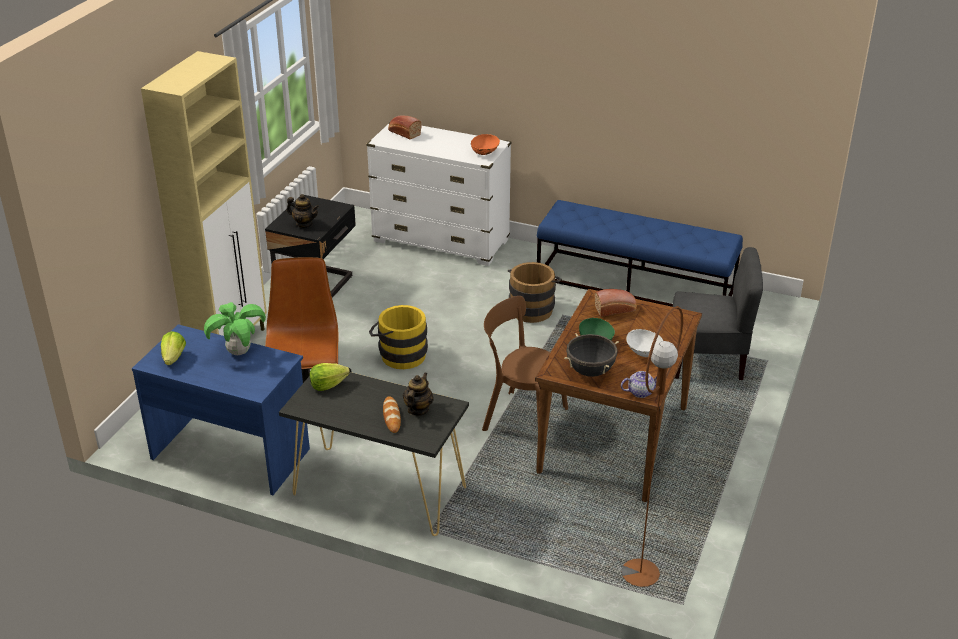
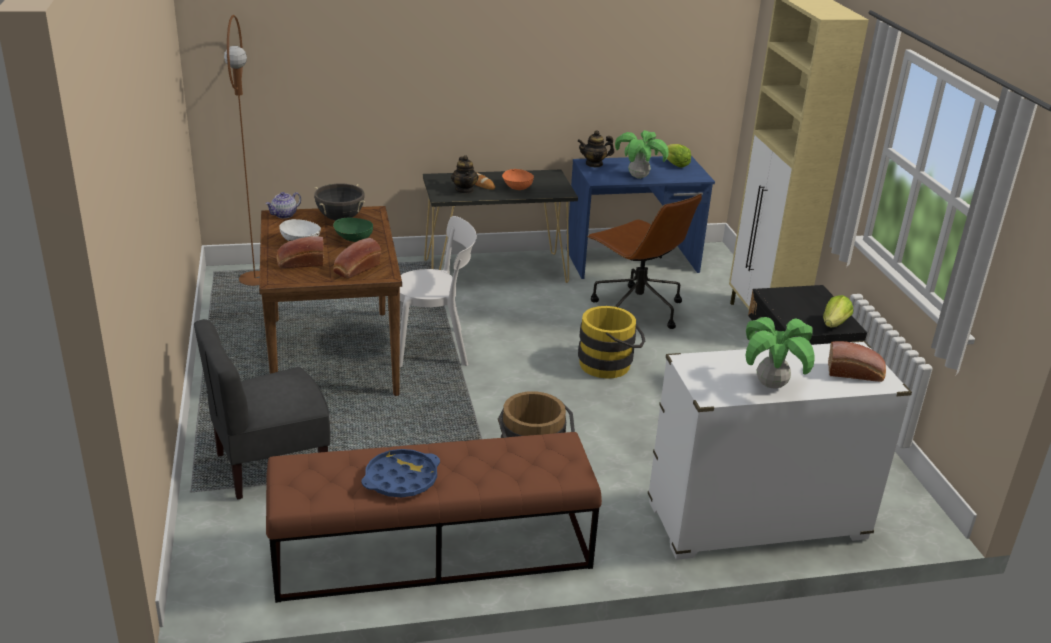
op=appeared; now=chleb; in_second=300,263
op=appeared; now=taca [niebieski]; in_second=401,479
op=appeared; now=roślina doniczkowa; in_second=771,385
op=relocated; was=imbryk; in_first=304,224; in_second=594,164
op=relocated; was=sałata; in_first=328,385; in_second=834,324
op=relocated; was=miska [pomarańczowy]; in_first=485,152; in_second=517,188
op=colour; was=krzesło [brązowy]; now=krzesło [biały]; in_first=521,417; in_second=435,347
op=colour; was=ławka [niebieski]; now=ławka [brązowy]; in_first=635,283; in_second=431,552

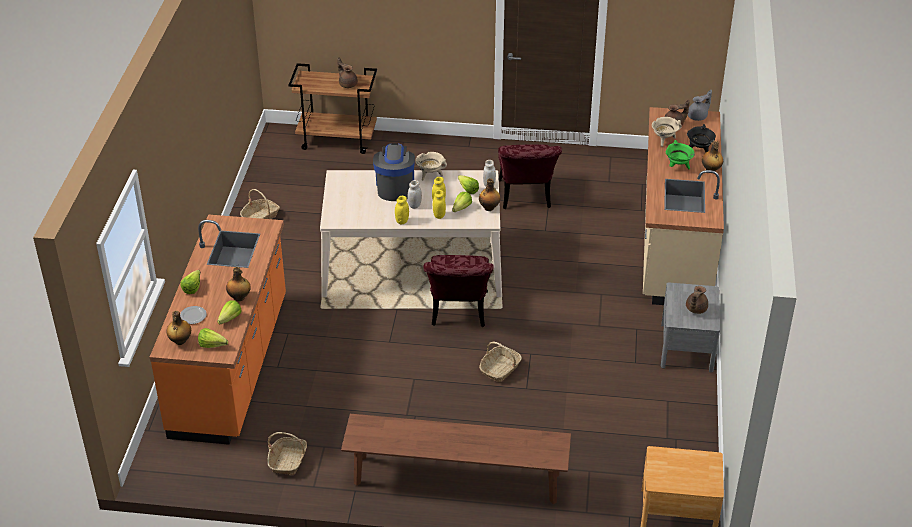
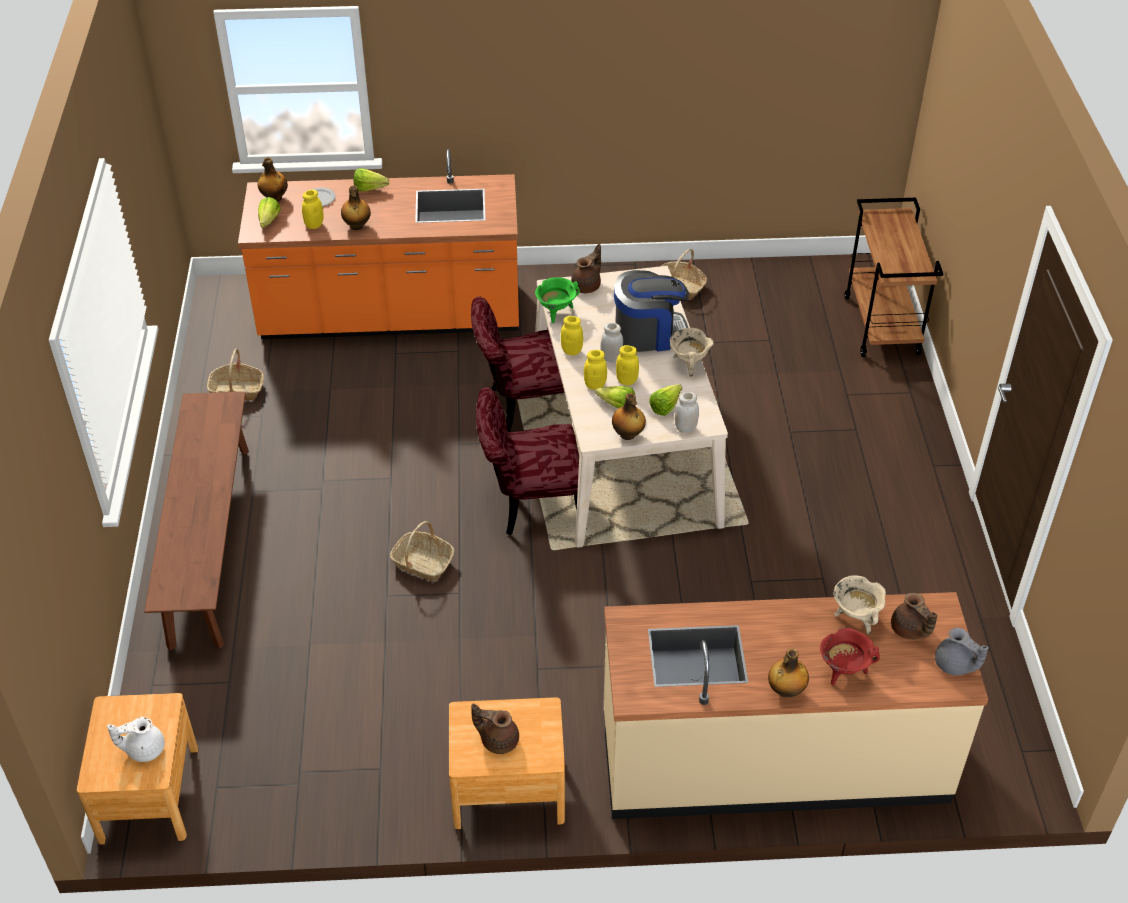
op=appeared; now=imbryk [biały]; in_second=144,749
op=relocated; was=imbryk [brązowy]; in_first=347,84; in_second=587,286
op=relocated; was=krzesło [czerwony]; in_first=525,198; in_second=523,408
op=relocated; was=garnek [zielony]; in_first=678,166; in_second=556,312
op=exchanged; was=sałata; now=słoik [żółty]; in_first=228,320; in_second=314,225
op=colour; was=szafka nocna [szary]; now=szafka nocna [brązowy]; in_first=686,347; in_second=508,789
op=colour; was=garnek [czarny]; now=garnek [czerwony]; in_first=699,150; in_second=843,671

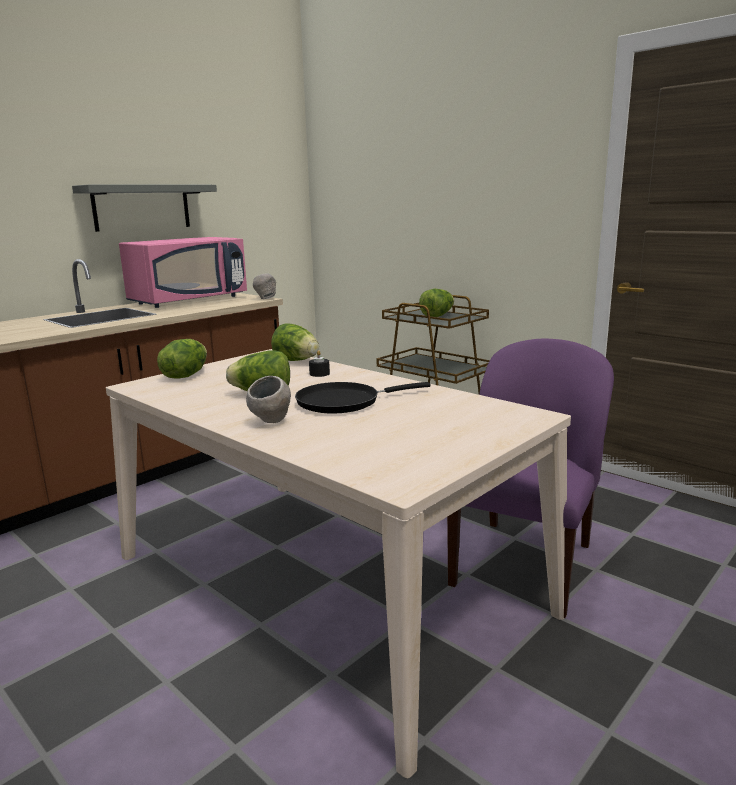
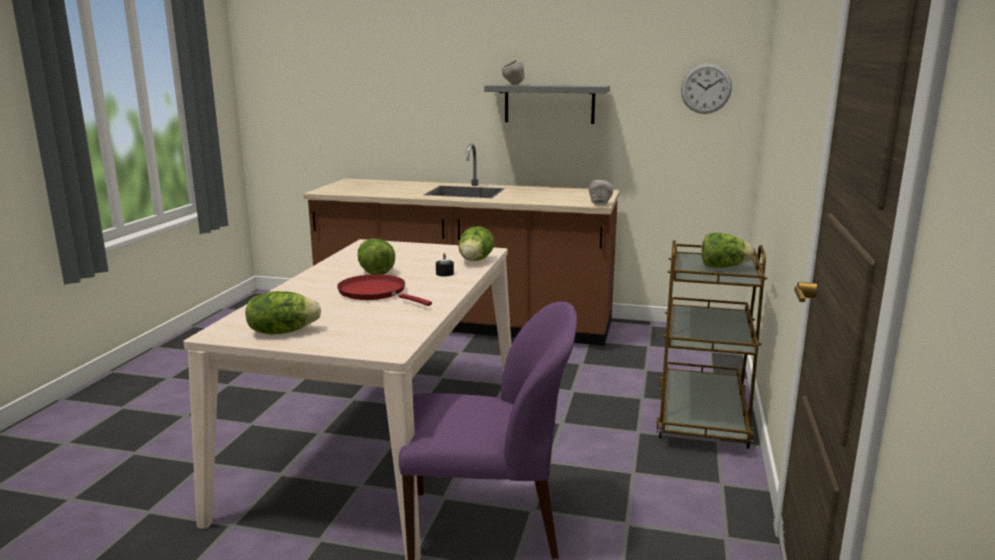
op=missing; was=mikrofalówka [różowy]; in_first=189,300
op=appeared; now=zegar ścienny; in_second=706,88
op=relocated; was=sałata; in_first=185,375; in_second=282,331
op=relocated; was=miska [szary]; in_first=270,422; in_second=513,84
op=colour; was=patelnia [czarny]; now=patelnia [czerwony]; in_first=343,402; in_second=376,293

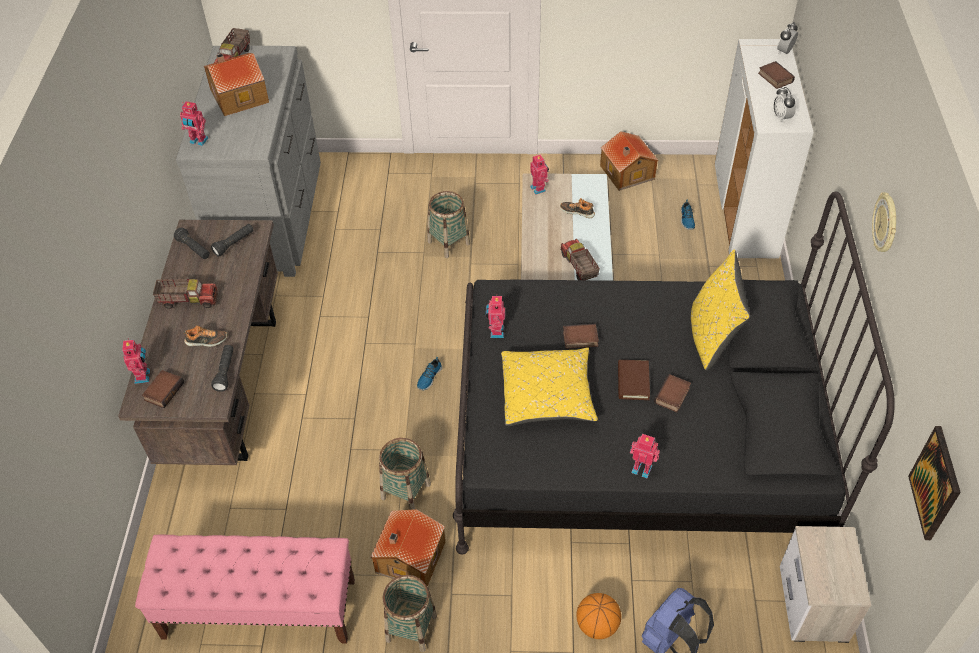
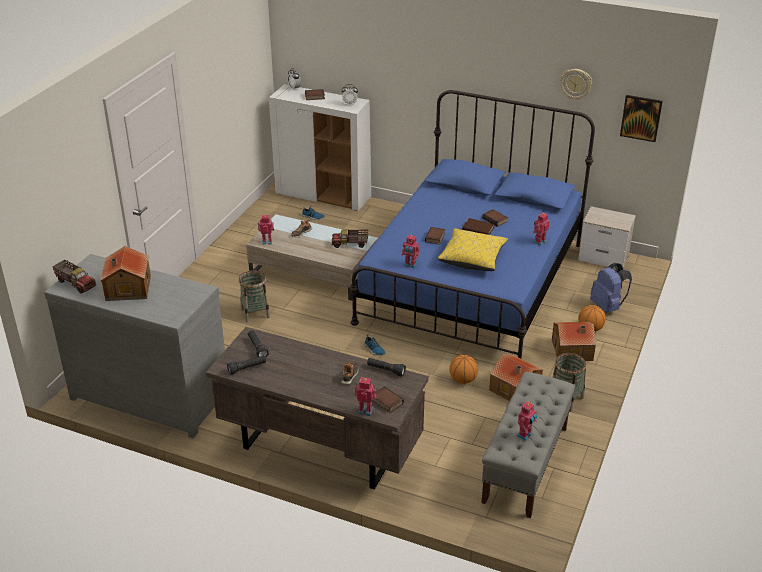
op=missing; was=ciężarówka zabawkowa; in_first=188,300
op=missing; was=poduszka [żółty]; in_first=711,336
op=relocated; was=robot zabawkowy; in_first=198,141; in_second=525,435
op=relocated; was=domek; in_first=626,173; in_second=573,350
op=relocated; was=zegar ścienny; in_first=886,224; in_second=576,84
op=exchanged; was=koszyk; now=piłka do koszykówki; in_first=405,491; in_second=463,380
op=colour; was=ławka [różowy]; now=ławka [szary]; in_first=259,609; in_second=525,464
op=colour; was=łóżko [czarny]; now=łóżko [niebieski]; in_first=635,440; in_second=472,282

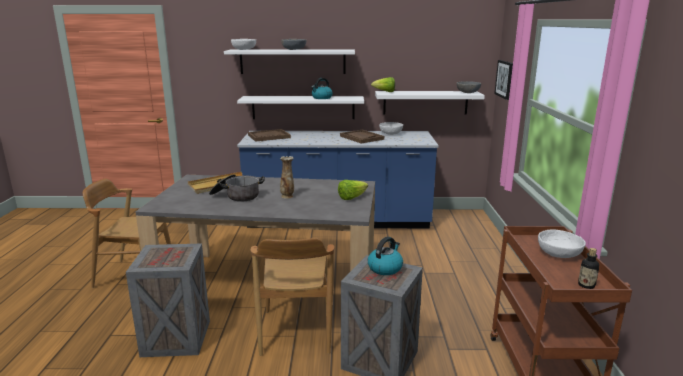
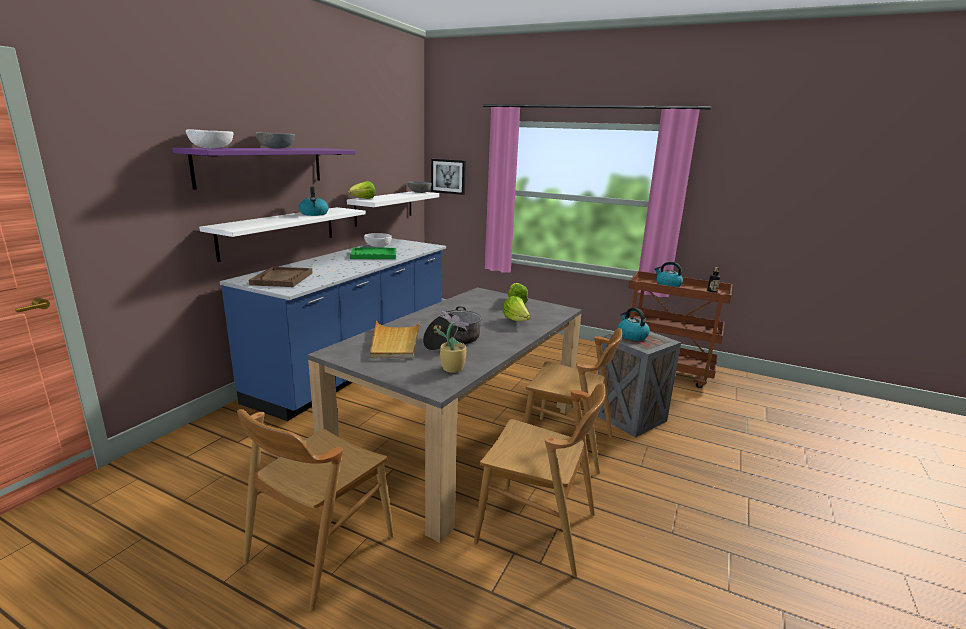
op=missing; was=wazon; in_first=287,196
op=appeared; now=roślina doniczkowa; in_second=452,368
op=appeared; now=sałata; in_second=516,321
op=exchanged; was=skrzynka; now=krzesło [brązowy]; in_first=175,339; in_second=537,528
op=exchanged; was=miska [biały]; now=czajnik; in_first=558,254; in_second=667,285
op=colour; was=półka [biały]; now=półka [fioletowy]; in_first=292,61; in_second=262,166
op=colour; was=taca [brązowy]; now=taca [zielony]; in_first=361,138; in_second=373,255

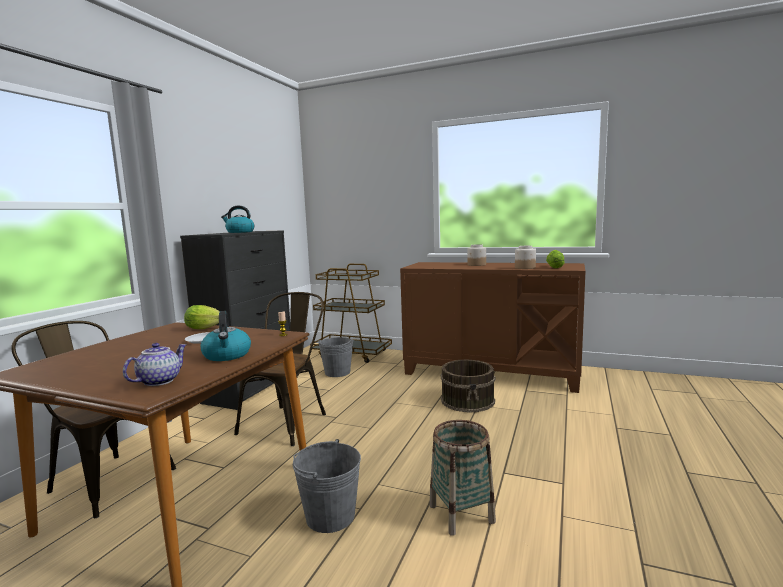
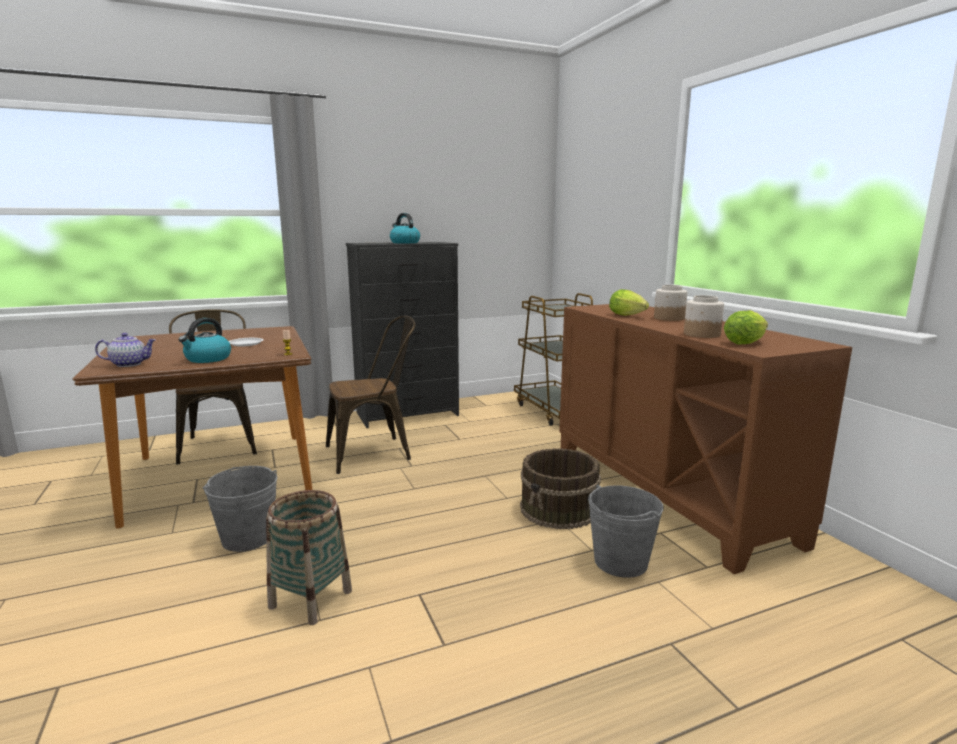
op=relocated; was=sałata; in_first=206,328; in_second=629,316
op=relocated; was=wiadro [szary]; in_first=337,372; in_second=620,561

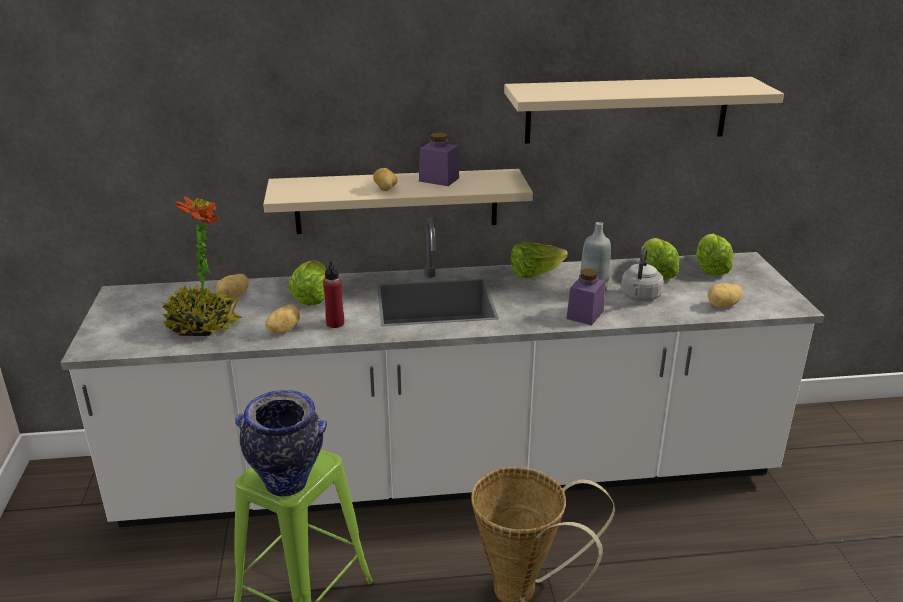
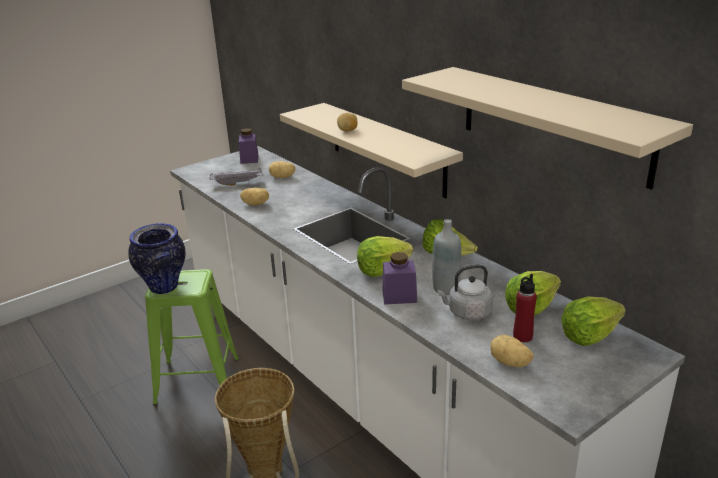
op=relocated; was=sałata; in_first=312,297; in_second=382,270
op=relocated; was=butelka [czerwony]; in_first=335,323; in_second=522,336
op=relocated; was=słoik [fioletowy]; in_first=439,179; in_second=249,159
op=exchanged; was=roślina doniczkowa; now=taca [szary]; in_first=202,326; in_second=238,183

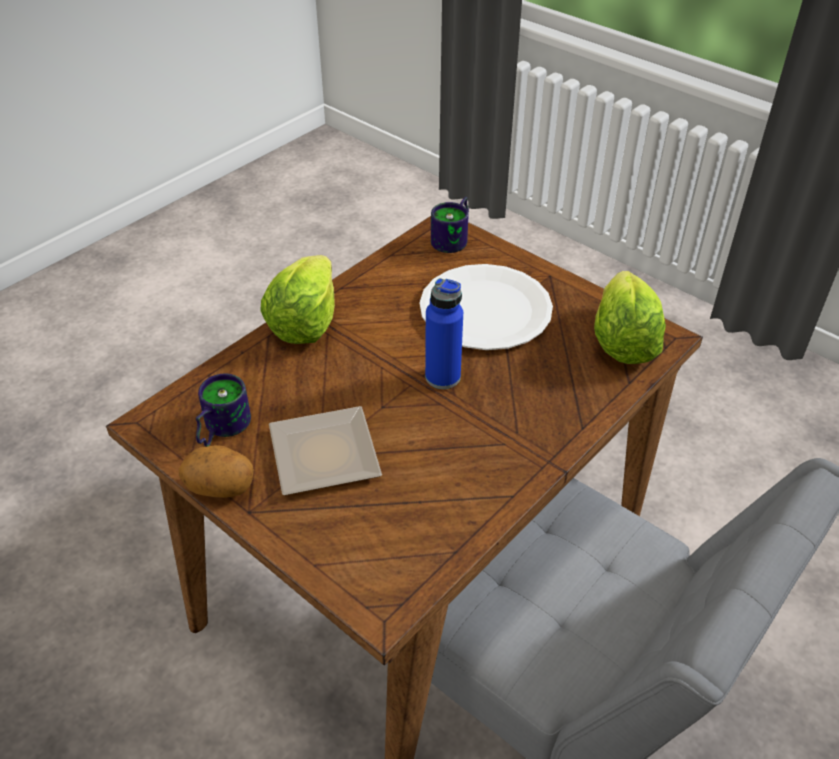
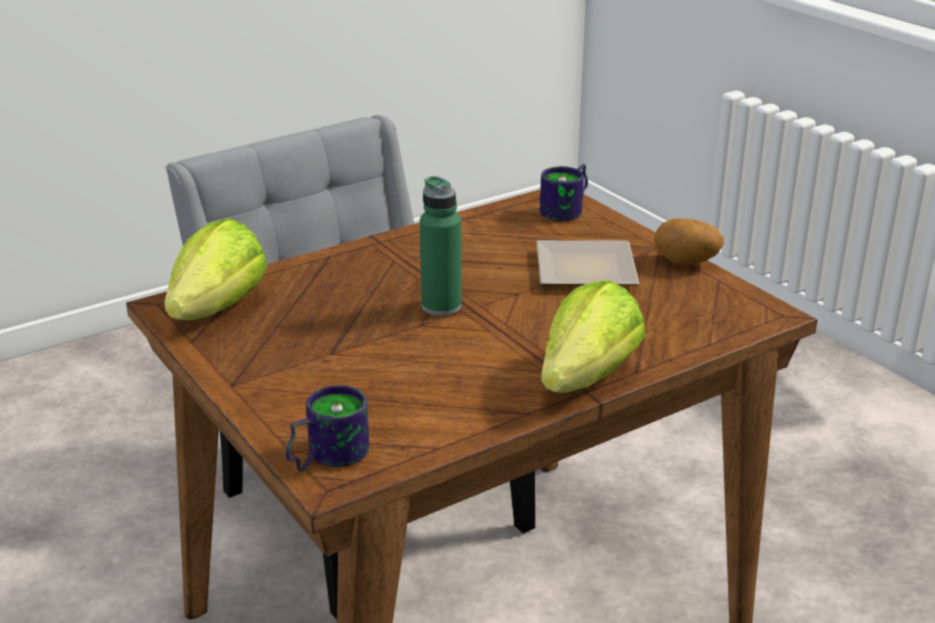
op=missing; was=talerz [biały]; in_first=486,310
op=relocated; was=kubek; in_first=219,428; in_second=569,210
op=colour; was=butelka [niebieski]; now=butelka [zielony]; in_first=442,377; in_second=441,306

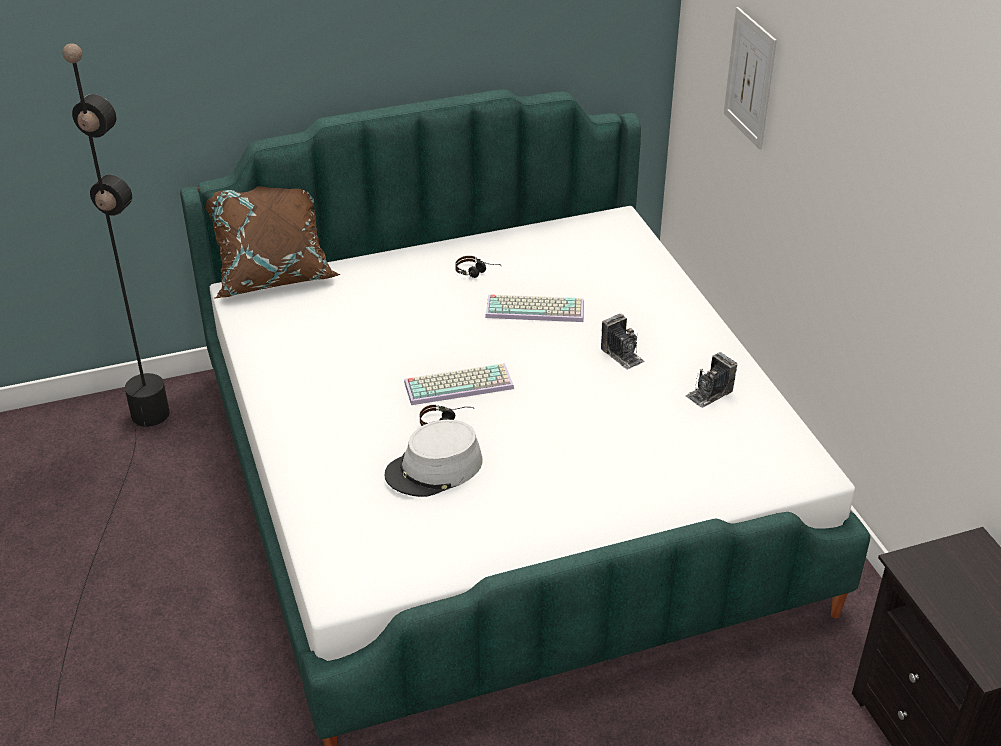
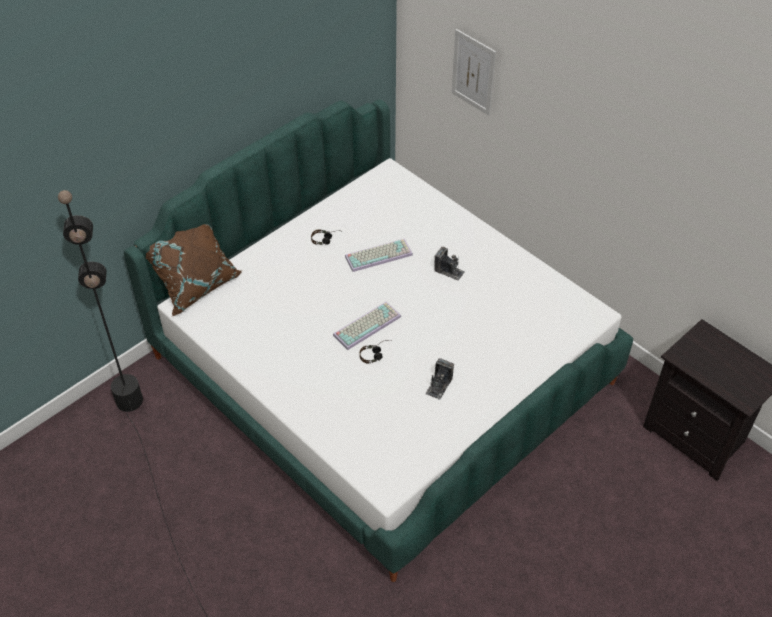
op=missing; was=kapelusz [szary]; in_first=434,469
op=relocated; was=aparat fotograficzny; in_first=709,393; in_second=439,386

